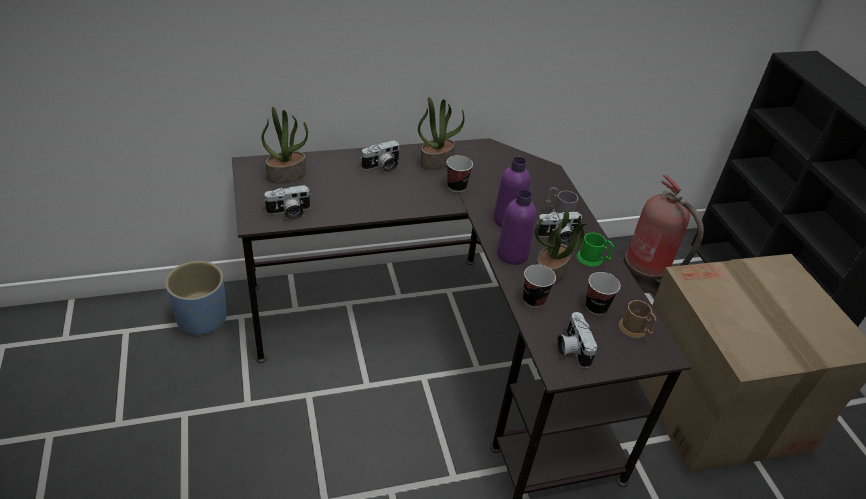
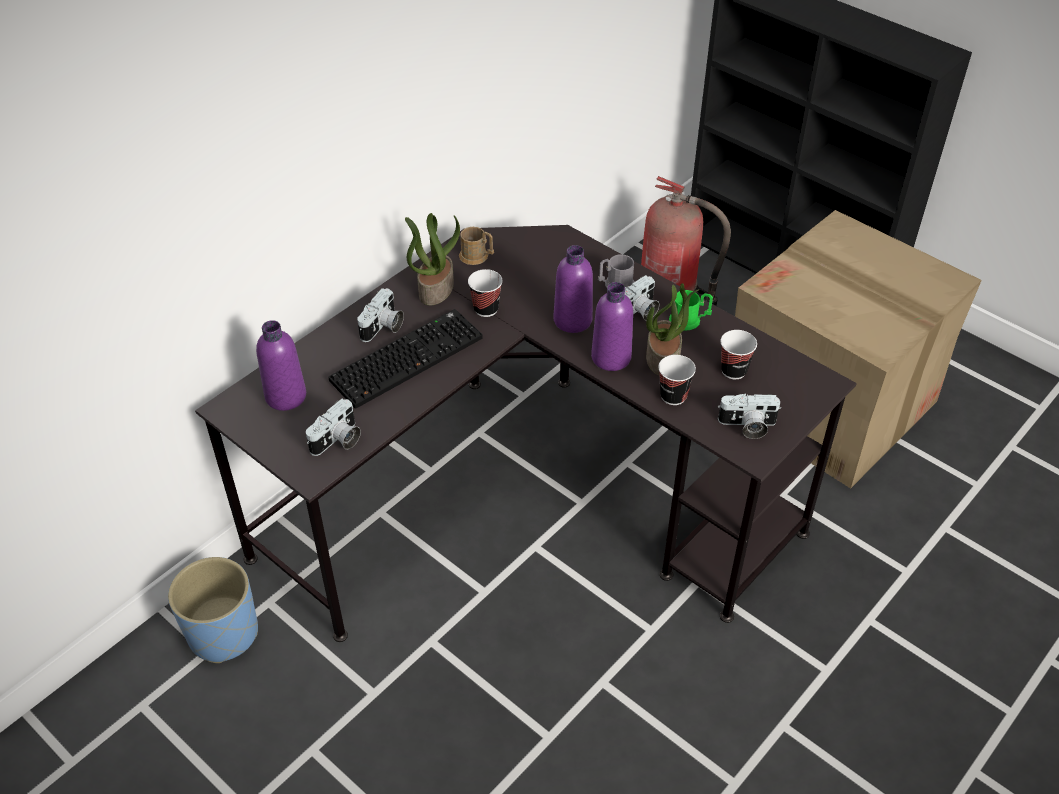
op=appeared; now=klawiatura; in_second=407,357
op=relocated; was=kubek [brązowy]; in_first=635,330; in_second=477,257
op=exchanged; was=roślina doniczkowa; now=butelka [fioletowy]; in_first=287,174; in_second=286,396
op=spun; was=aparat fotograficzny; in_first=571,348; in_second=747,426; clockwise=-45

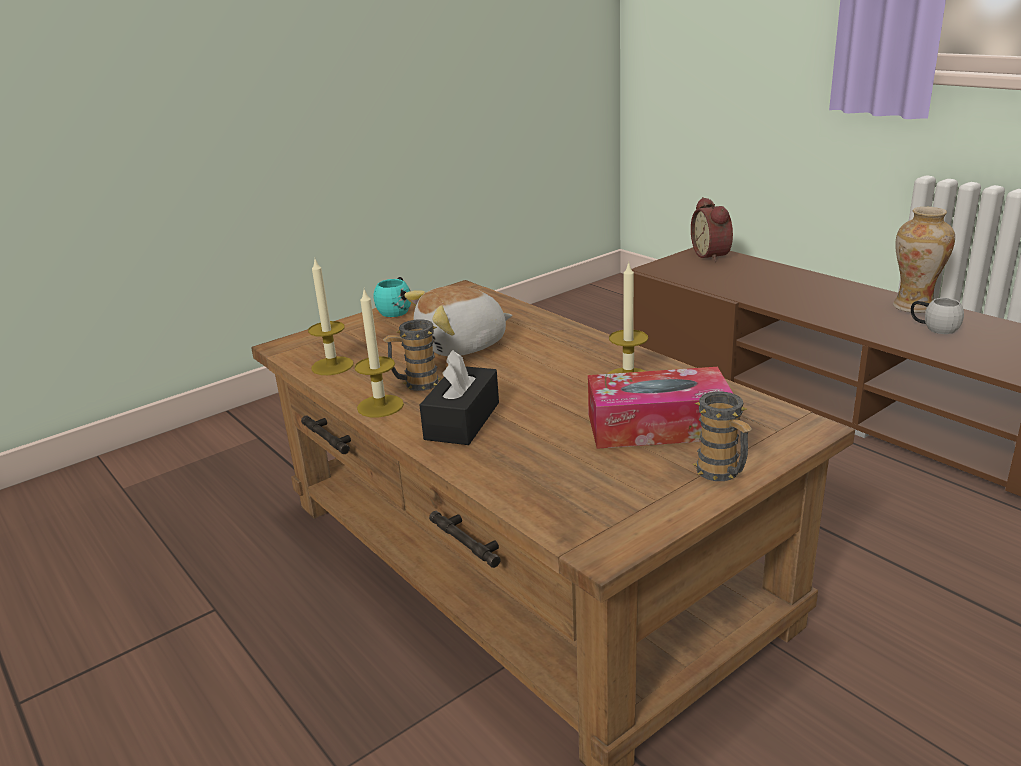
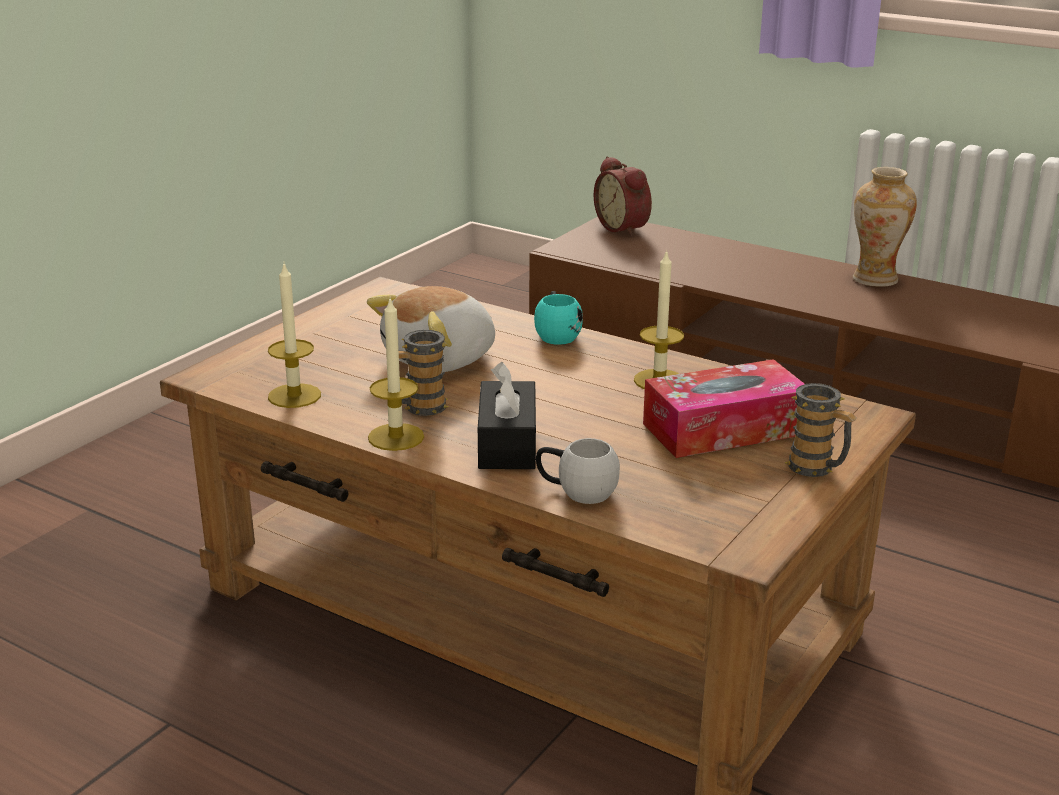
op=relocated; was=kubek [turkusowy]; in_first=396,309; in_second=556,334
op=relocated; was=kubek [biały]; in_first=934,328; in_second=576,491

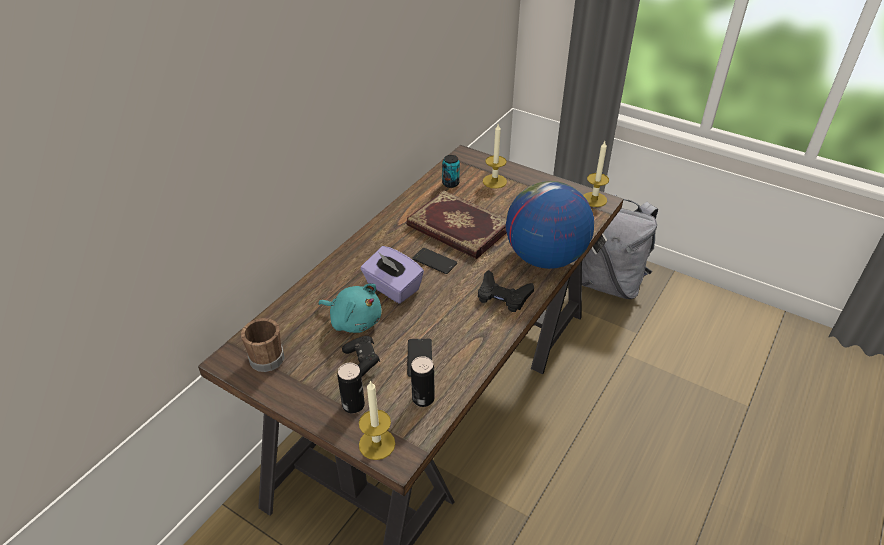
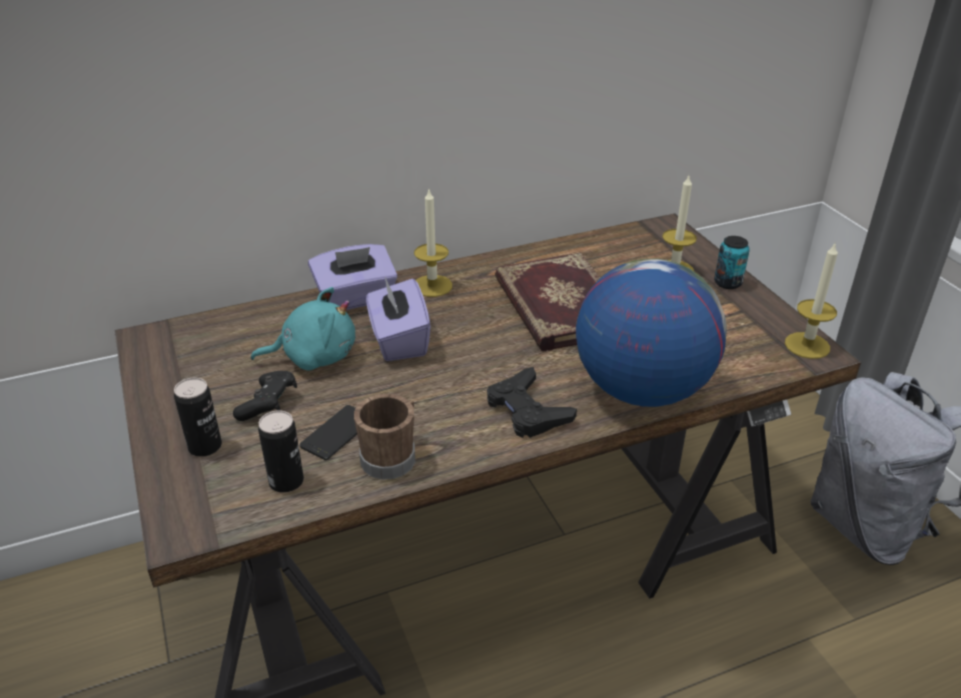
op=missing; was=telefon; in_first=434,261
op=appeared; now=pudełko chusteczek [fioletowy]; in_second=356,299
op=relocated; was=kubek [brązowy]; in_first=267,355; in_second=392,456
op=relocated; was=świeca; in_first=377,444; in_second=432,286
op=relocated; was=puszka; in_first=450,183; in_second=727,283
op=spun; was=pluszak [turkusowy]; in_first=354,320; in_second=314,356; clockwise=-75

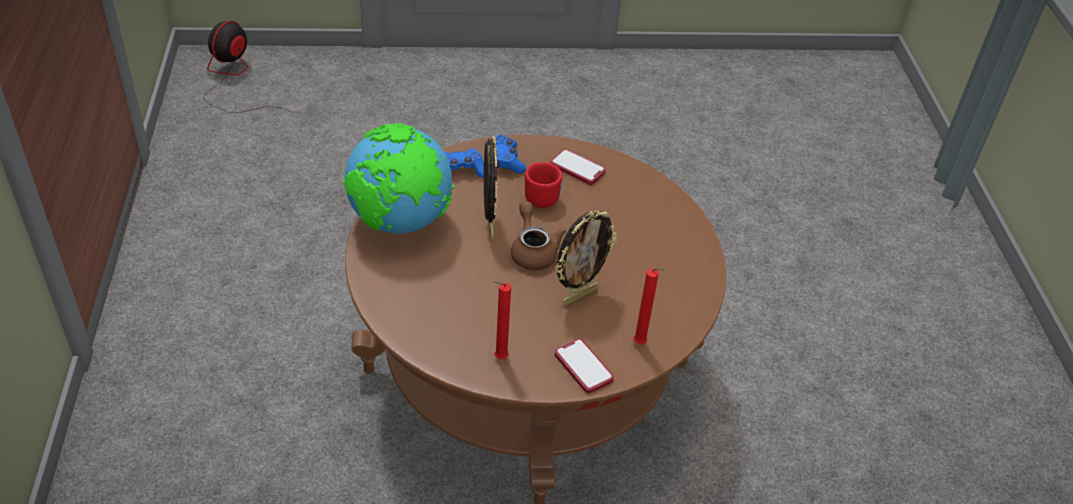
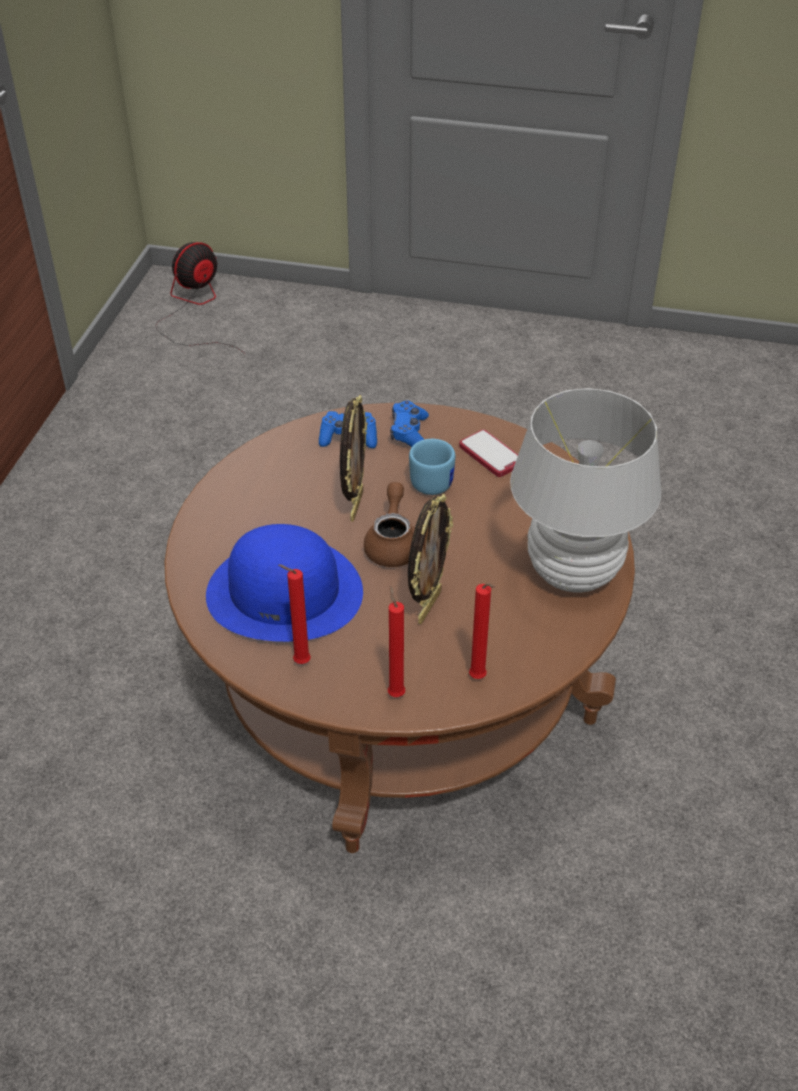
op=missing; was=globus; in_first=400,222
op=appeared; now=kapelusz [niebieski]; in_second=285,592
op=appeared; now=lampa stołowa [biały]; in_second=573,572
op=exchanged; was=telefon; now=świeca [czerwony]; in_first=583,367; in_second=395,692
op=colour; was=kubek [czerwony]; now=kubek [niebieski]; in_first=540,195; in_second=432,479
op=spun; was=ramka na zdjęcie; in_first=579,295; in_second=428,606; clockwise=-45

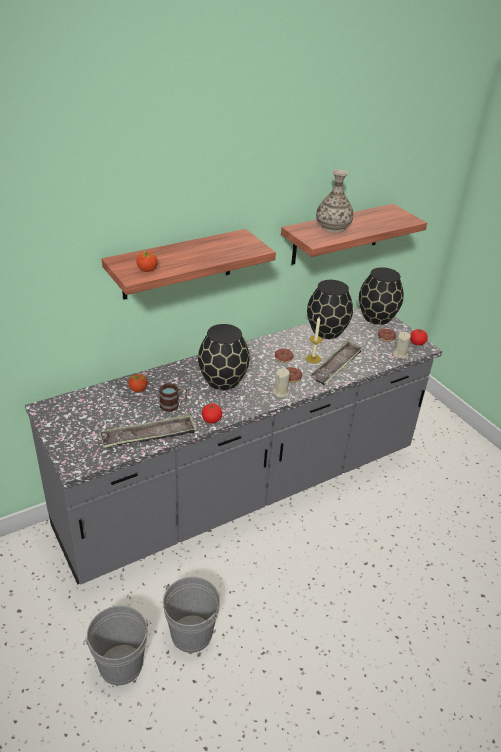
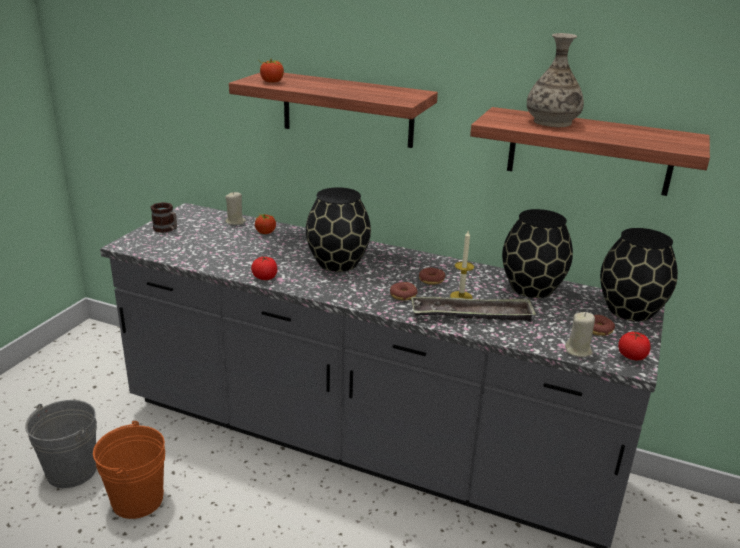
op=missing; was=taca; in_first=149,436
op=relocated; was=kubek; in_first=173,405; in_second=167,229
op=relocated; was=świeca [beżowy]; in_first=281,392; in_second=235,222
op=colour; was=wiadro [szary]; now=wiadro [pomarańczowy]; in_first=191,633; in_second=137,500

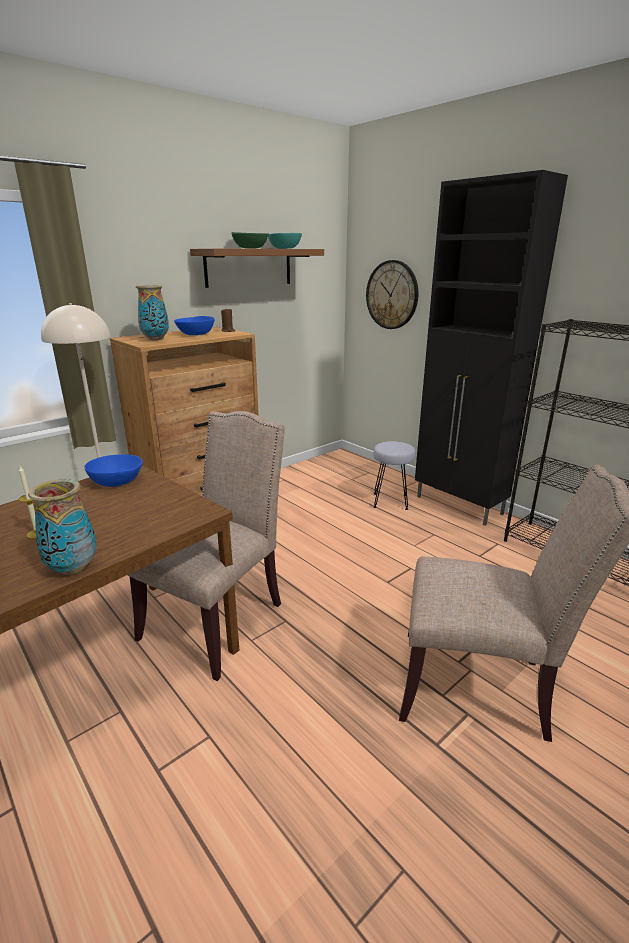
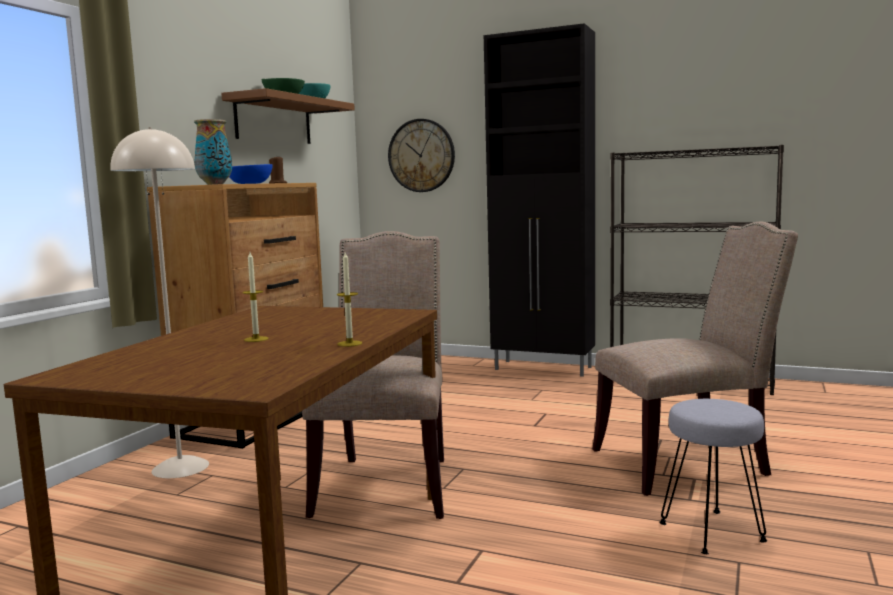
op=missing; was=miska [niebieski]; in_first=116,482
op=relocated; was=stołek [szary]; in_first=391,501; in_second=713,532
op=exchanged; was=wazon; now=świeca; in_first=72,568; in_second=349,343

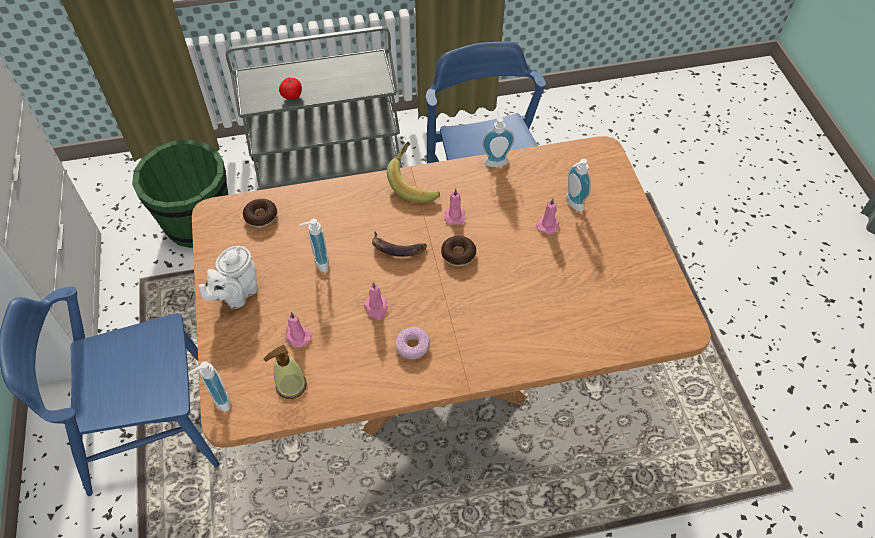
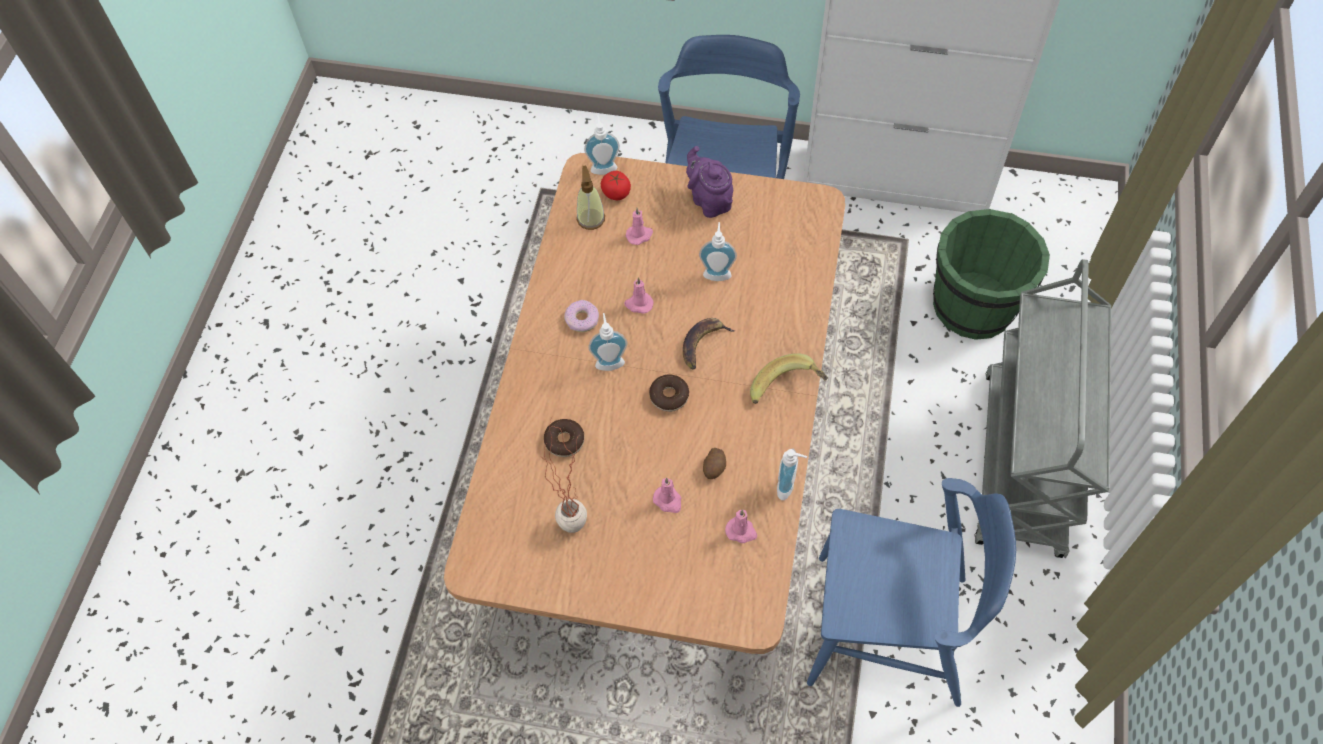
op=appeared; now=roślina doniczkowa; in_second=575,516
op=appeared; now=ziemniak; in_second=714,468
op=relocated; was=donut; in_first=261,217; in_second=564,441
op=relocated; was=pomidor; in_first=292,96; in_second=616,193
op=relocated; was=świeca [różowy]; in_first=454,215; in_second=741,531
op=relocated; was=dozownik mydła; in_first=572,204; in_second=609,361
op=colour; was=imbryk [biały]; now=imbryk [fioletowy]; in_first=236,294; in_second=709,200

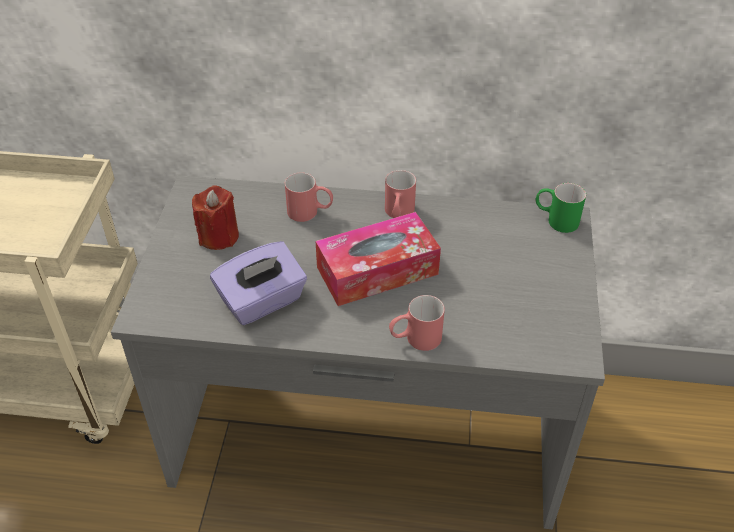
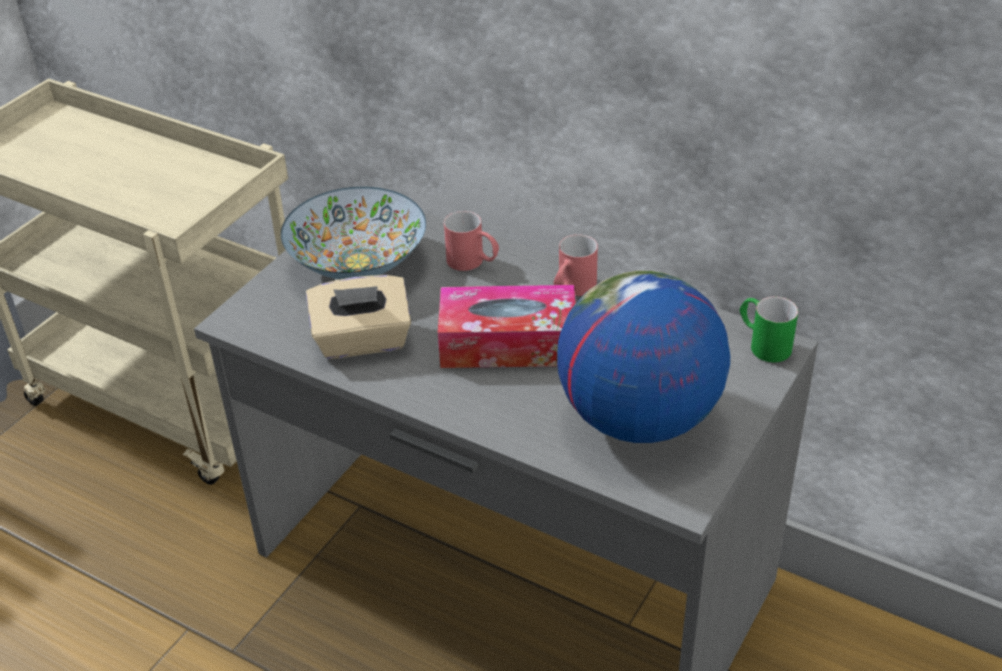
op=missing; was=kubek [czerwony]; in_first=415,339
op=appeared; now=globus; in_second=638,418
op=exchanged; was=świeca [czerwony]; now=miska; in_first=218,236; in_second=358,263
op=colour; was=pudełko chusteczek [fioletowy]; now=pudełko chusteczek [beżowy]; in_first=262,301; in_second=362,341

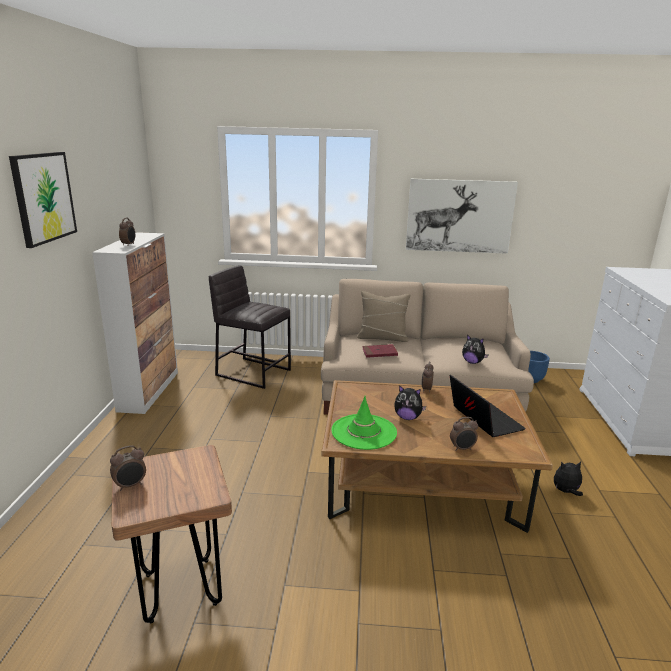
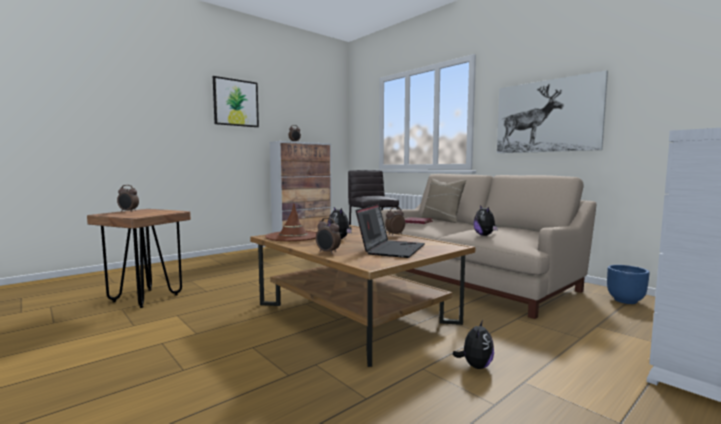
op=colour; was=kapelusz [zielony]; now=kapelusz [brązowy]; in_first=364,432; in_second=293,236
op=spun; was=pluszak; in_first=566,492; in_second=475,366; clockwise=75

